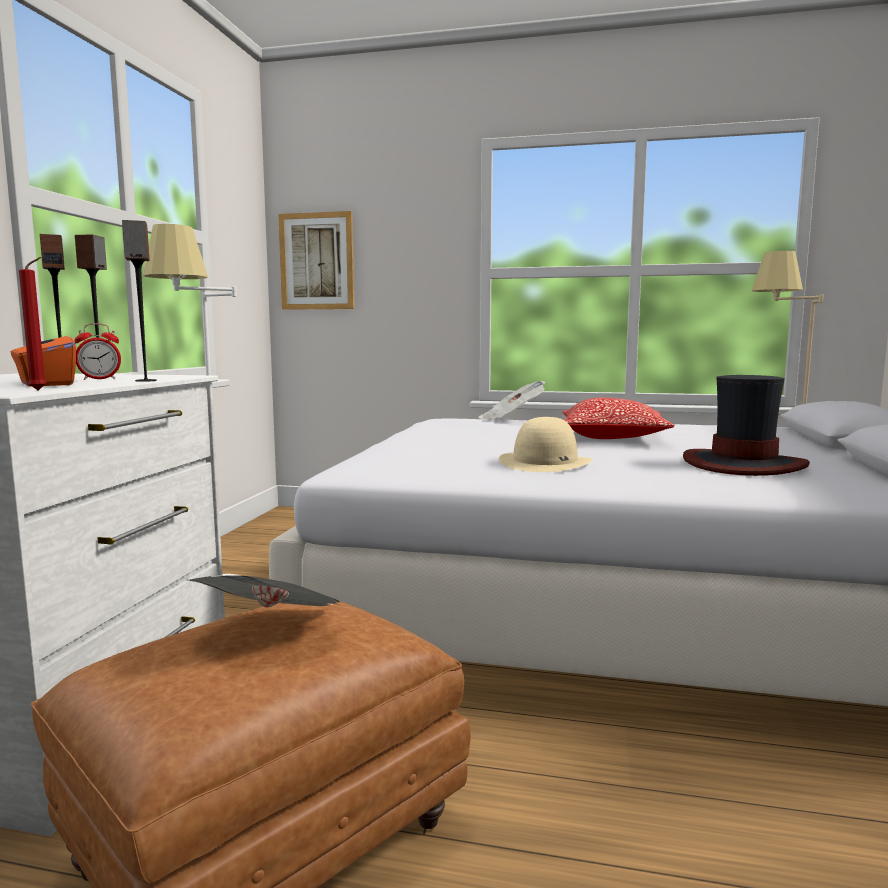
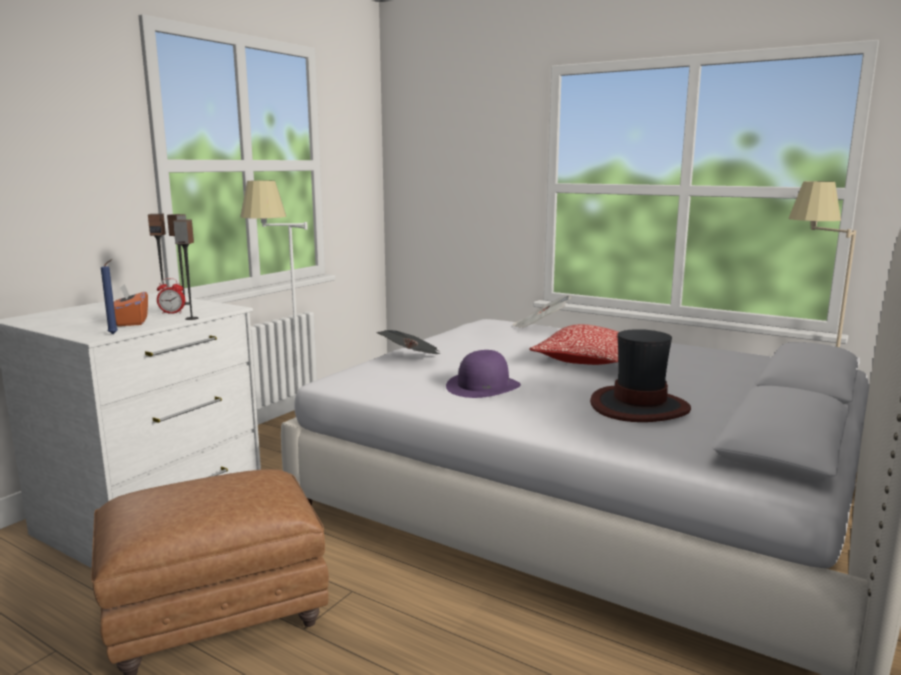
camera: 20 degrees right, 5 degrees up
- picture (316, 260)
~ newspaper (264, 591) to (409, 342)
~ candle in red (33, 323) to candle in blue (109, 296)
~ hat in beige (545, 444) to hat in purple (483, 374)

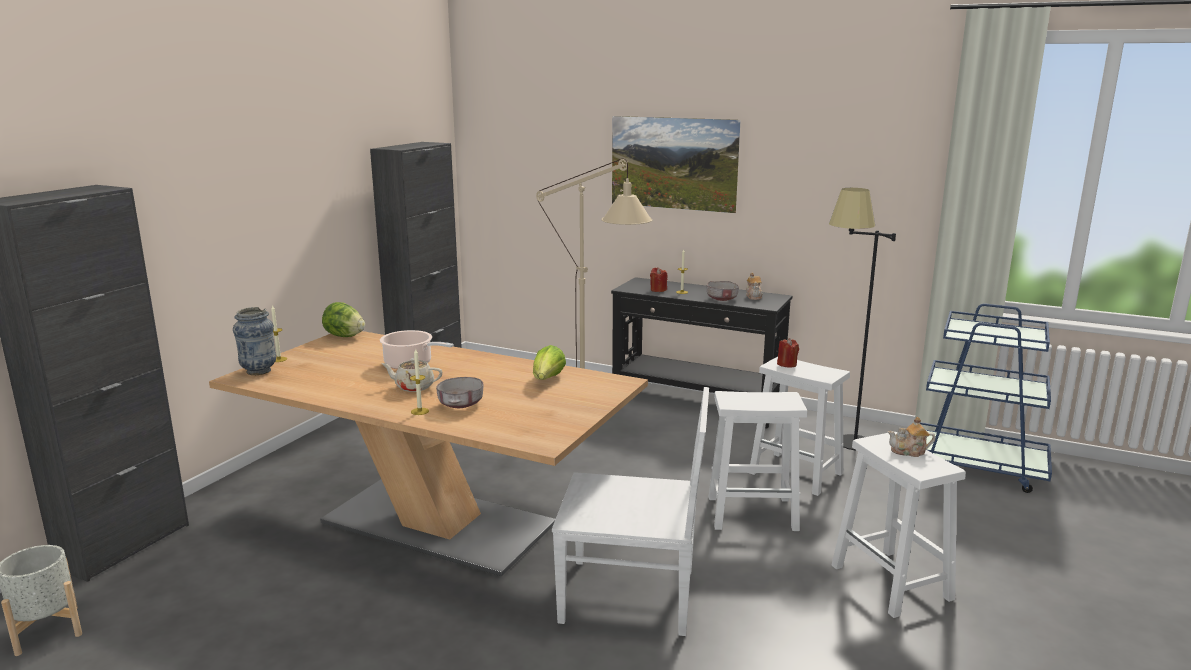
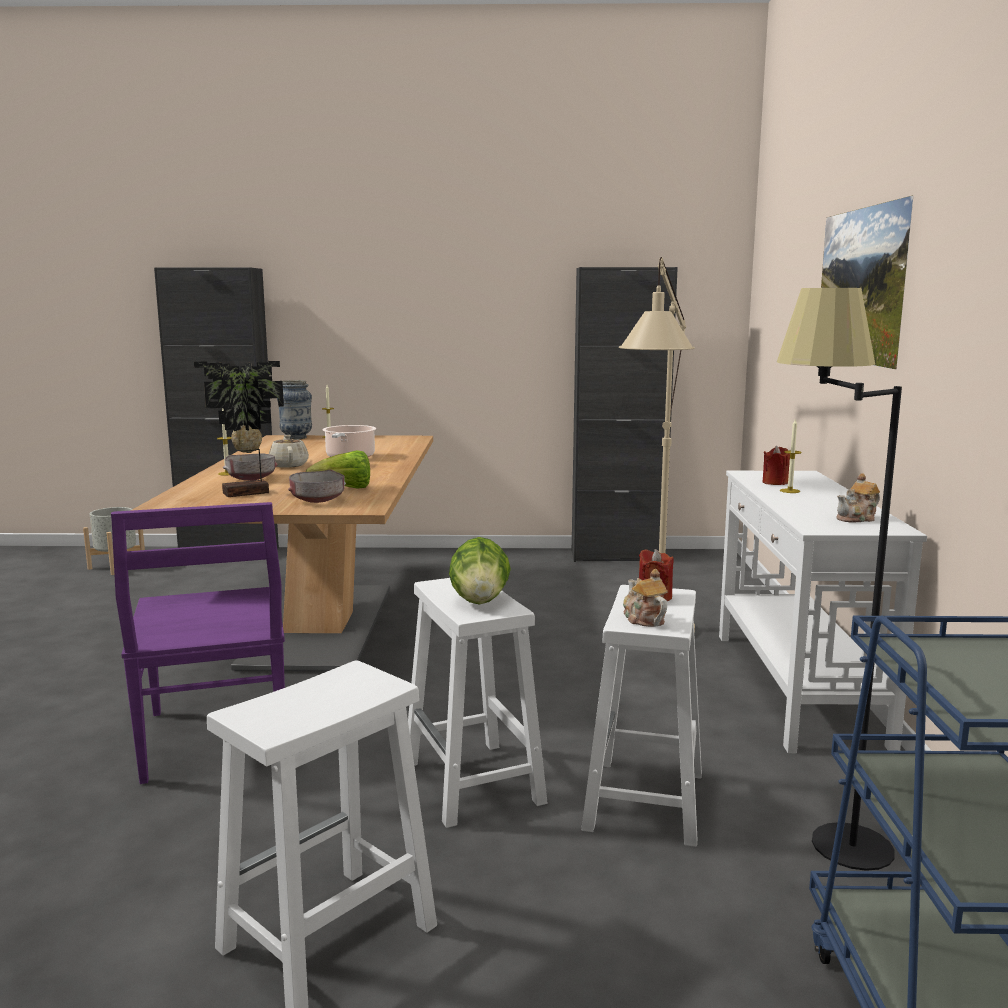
camera: 65 degrees right, 5 degrees down
+ potted plant (239, 429)
~ lettuce (343, 319) to (480, 571)
~ bowl in grey (723, 291) to (317, 486)
~ teapot (911, 437) to (645, 598)
~ chair in white (630, 511) to chair in purple (198, 643)
~ console table in black (701, 353) to console table in white (823, 612)

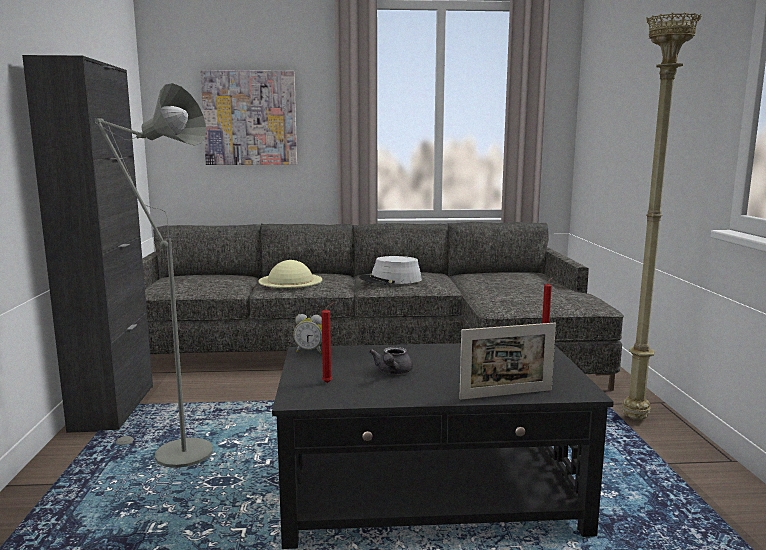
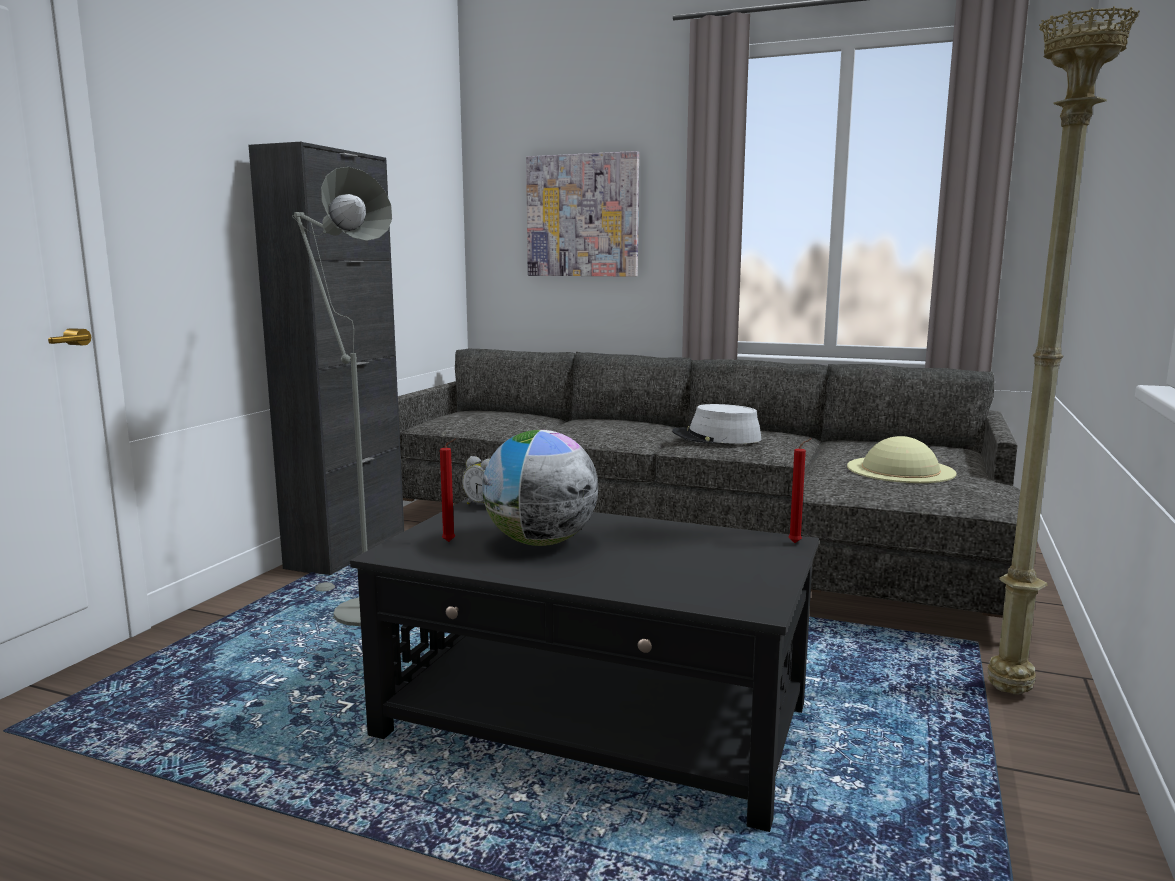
camera: 25 degrees right, 0 degrees up
- picture frame (507, 361)
~ hat in beige (290, 274) to (902, 459)
~ teapot in grey (391, 360) to globe (540, 488)

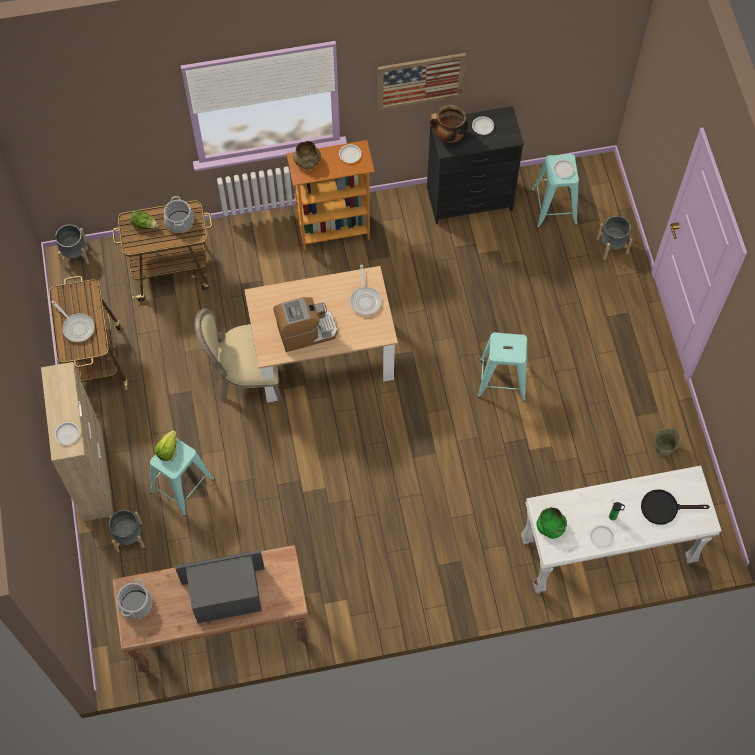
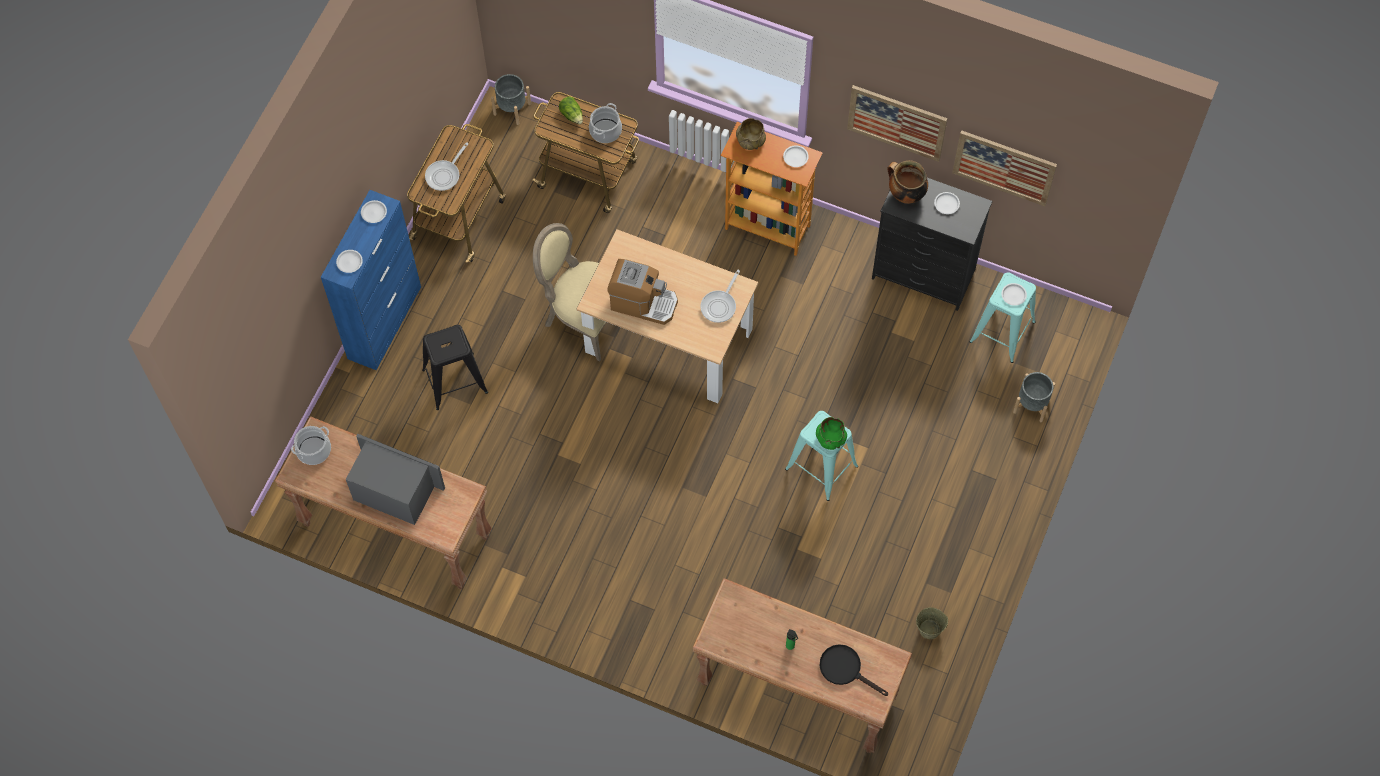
camera: 35 degrees right, 0 degrees up
- planter in grey (127, 531)
- lettuce (165, 445)
+ picture (1004, 168)
~ bowl in green (551, 523) to (831, 433)
~ plate in white (602, 536) to (374, 211)
~ cabinet in beige (77, 441) to cabinet in blue (371, 280)
~ stool in turquoise (182, 476) to stool in black (455, 367)
~ console table in white (621, 530) to console table in brown (802, 665)
~ frying pan (73, 321) = (446, 166) 45 degrees clockwise

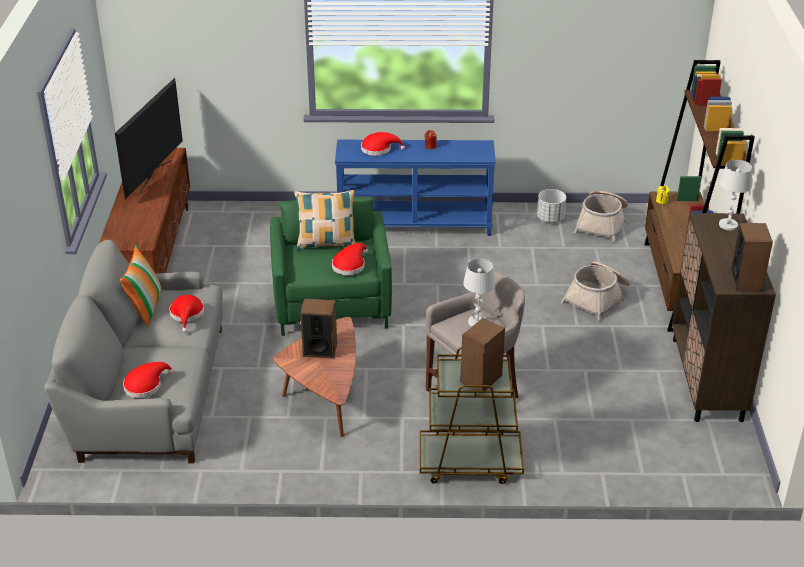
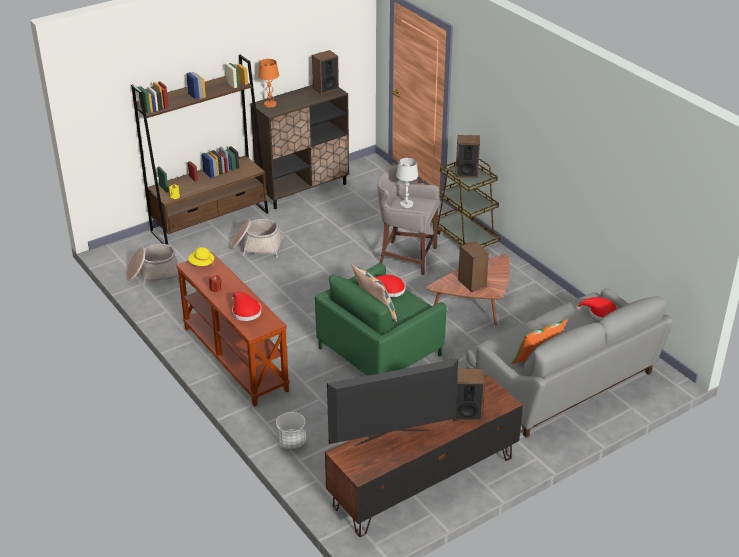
camera: 125 degrees left, 0 degrees up
- hat in red (186, 314)
+ hat in yellow (201, 256)
+ speaker (469, 394)
~ planter in white (551, 205) to (291, 430)
~ console table in blue (415, 188) to console table in brown (233, 329)
~ table lamp in white (735, 195) to table lamp in orange (268, 83)

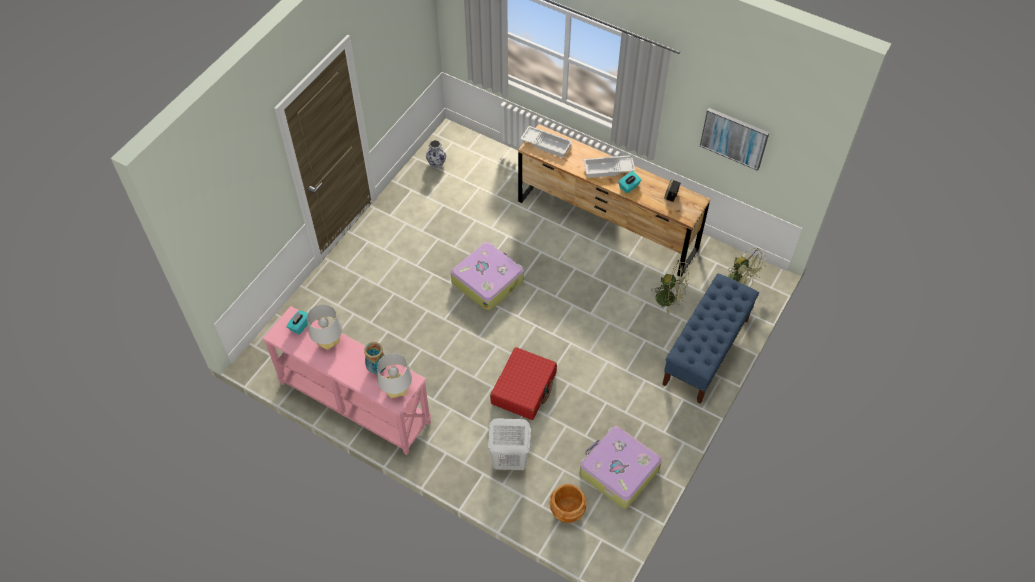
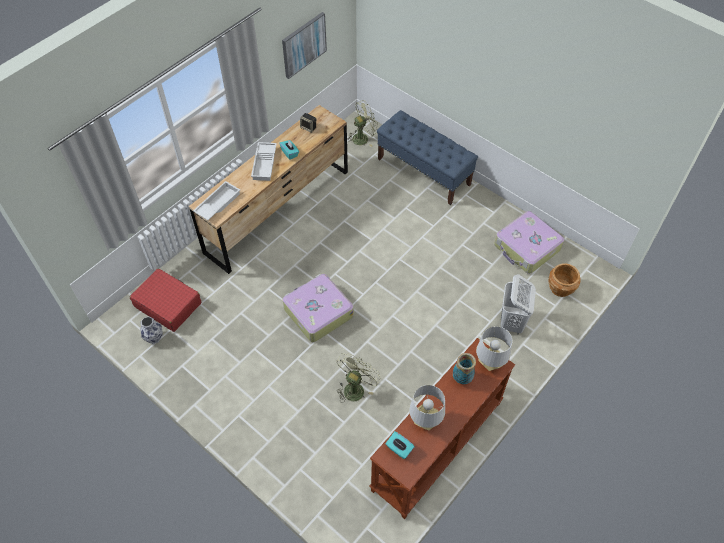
camera: 80 degrees left, 0 degrees up
~ suitcase in red (523, 383) to (165, 300)
~ fan in green (670, 287) to (359, 378)
~ console table in pink (346, 380) to console table in brown (442, 428)

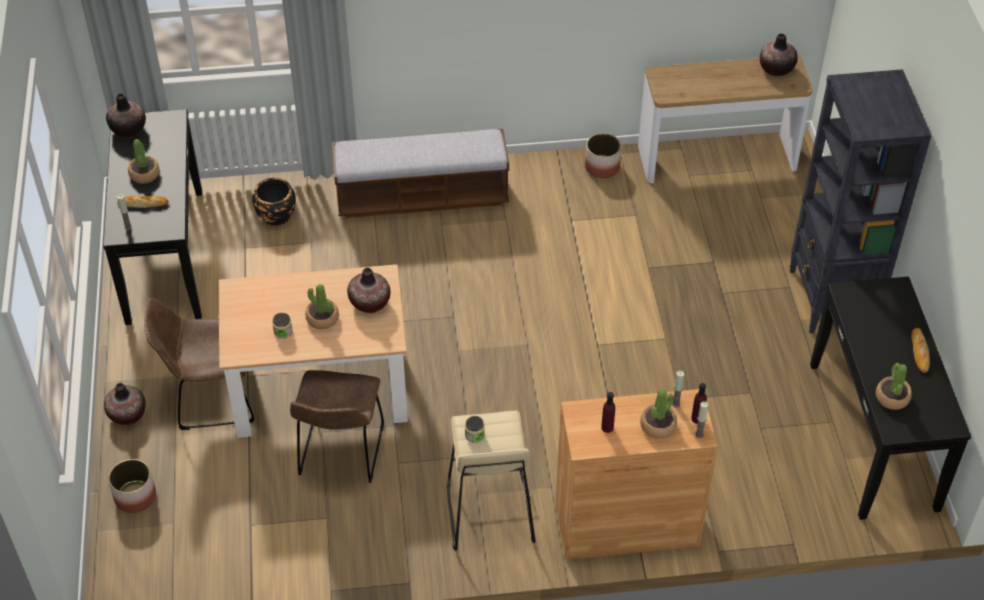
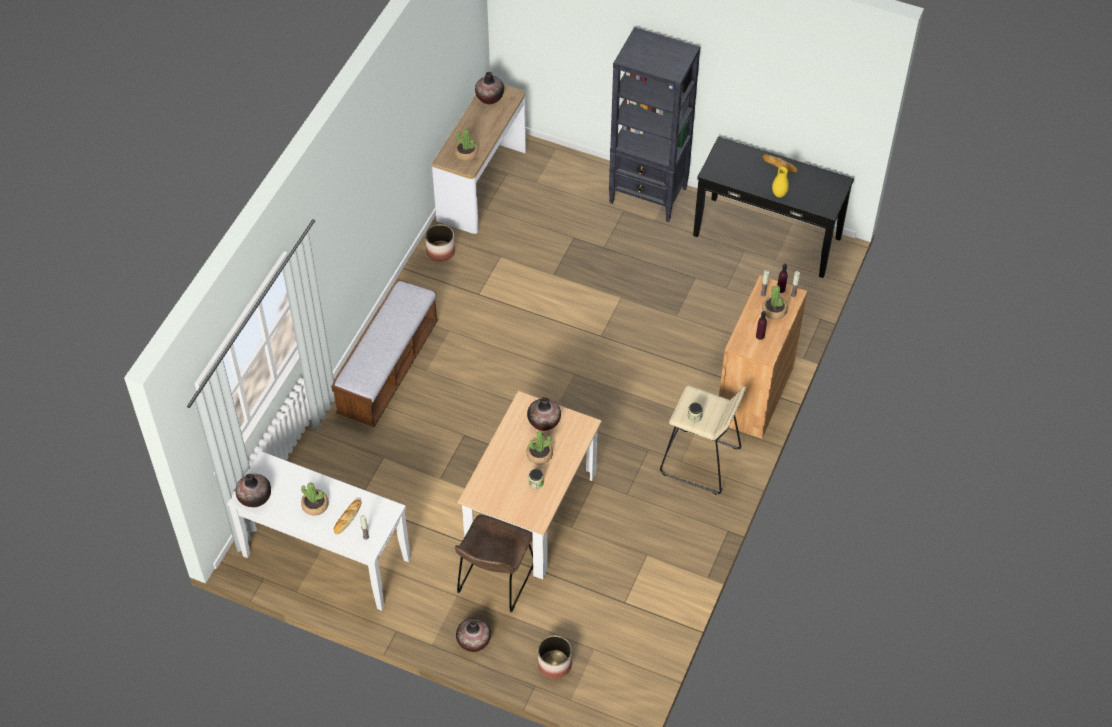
camera: 60 degrees left, 5 degrees up
- planter in black (274, 202)
- chair in brown (337, 426)
+ vase in yellow (780, 182)
~ potted plant (894, 386) to (466, 144)
~ console table in black (152, 217) to console table in white (319, 531)

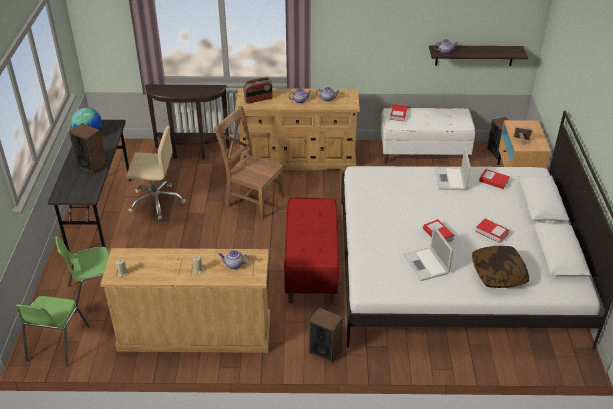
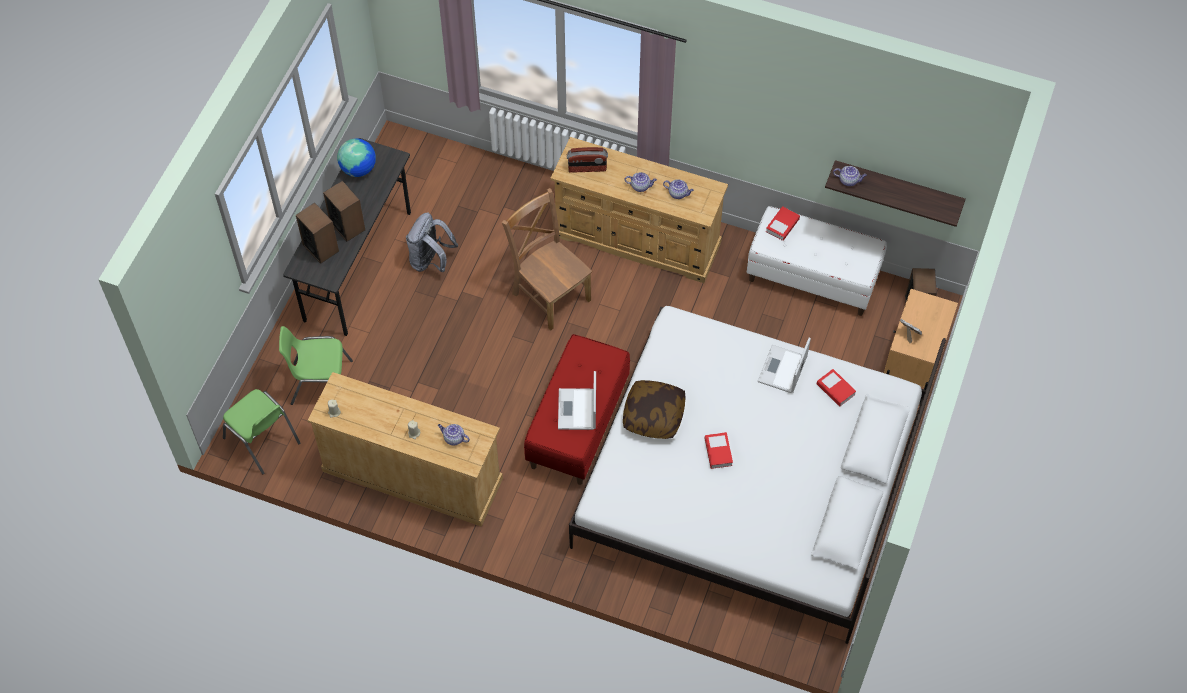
camera: 20 degrees right, 20 degrees up
- console table in brown (187, 122)
- book (492, 231)
~ speaker (326, 334) to (317, 233)
~ laptop (428, 253) to (577, 400)
~ pillow (500, 267) to (654, 409)
~ office chair in beige (156, 173) to backpack in grey (432, 242)
~ chair in green (53, 331) = (262, 431) 75 degrees counterclockwise

